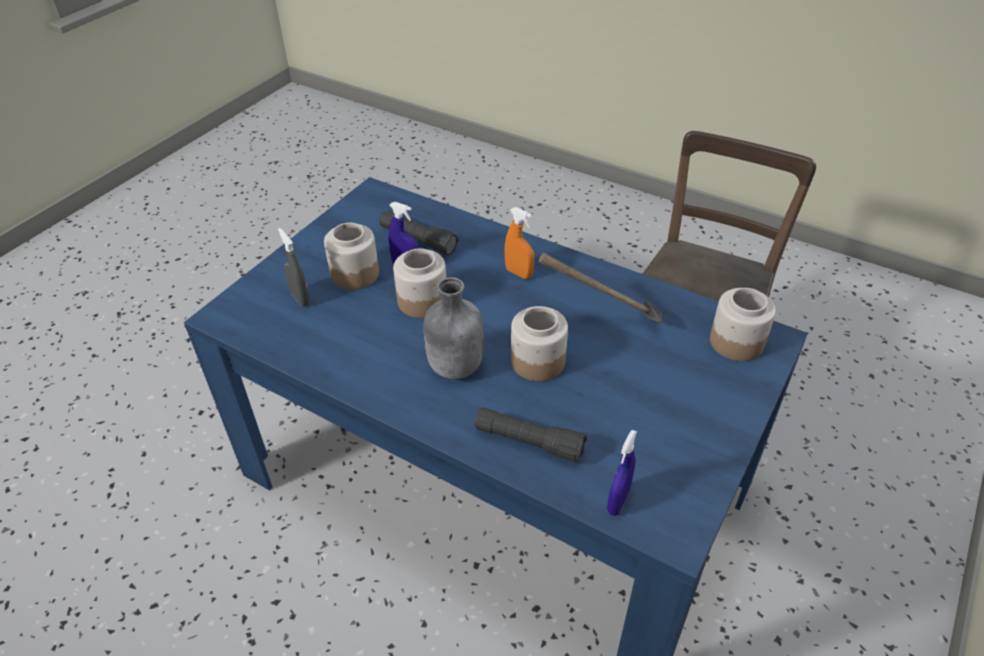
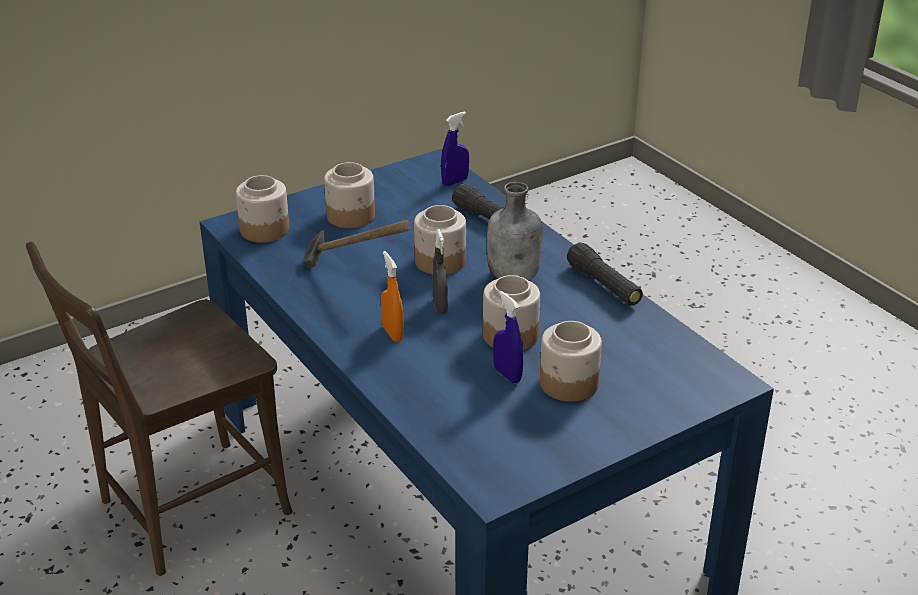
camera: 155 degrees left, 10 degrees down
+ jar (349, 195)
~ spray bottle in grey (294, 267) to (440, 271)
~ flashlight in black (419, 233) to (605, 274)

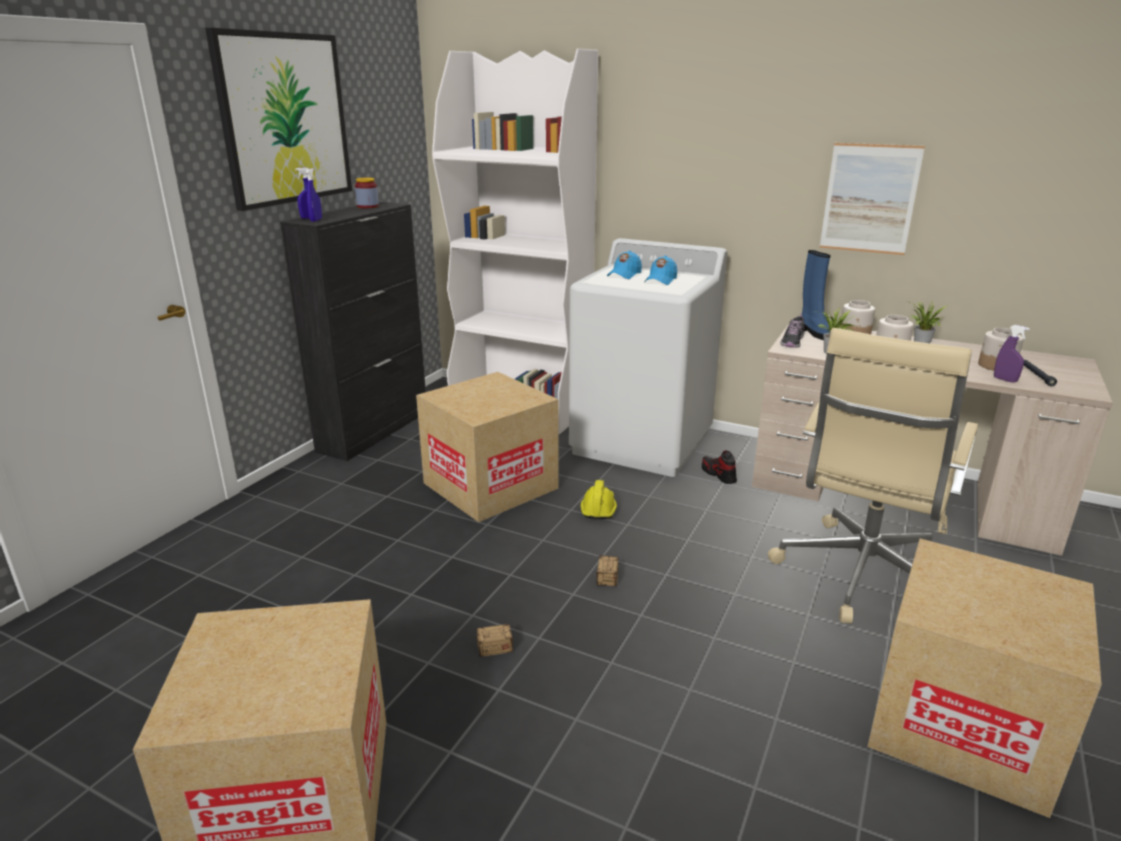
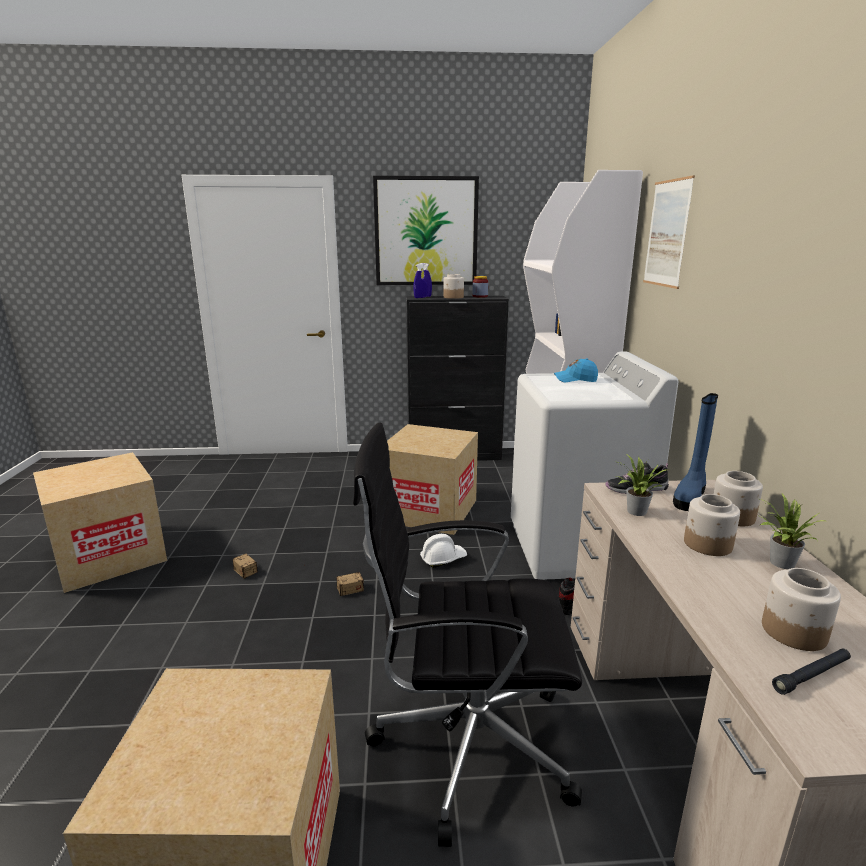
camera: 60 degrees right, 5 degrees down
- cap in blue (660, 270)
- spray bottle in purple (1012, 353)
+ jar (453, 286)
~ picture (872, 199) to (669, 232)
~ hard hat in yellow (599, 499) to hard hat in white (443, 551)
~ office chair in beige (873, 476) to office chair in black (467, 635)

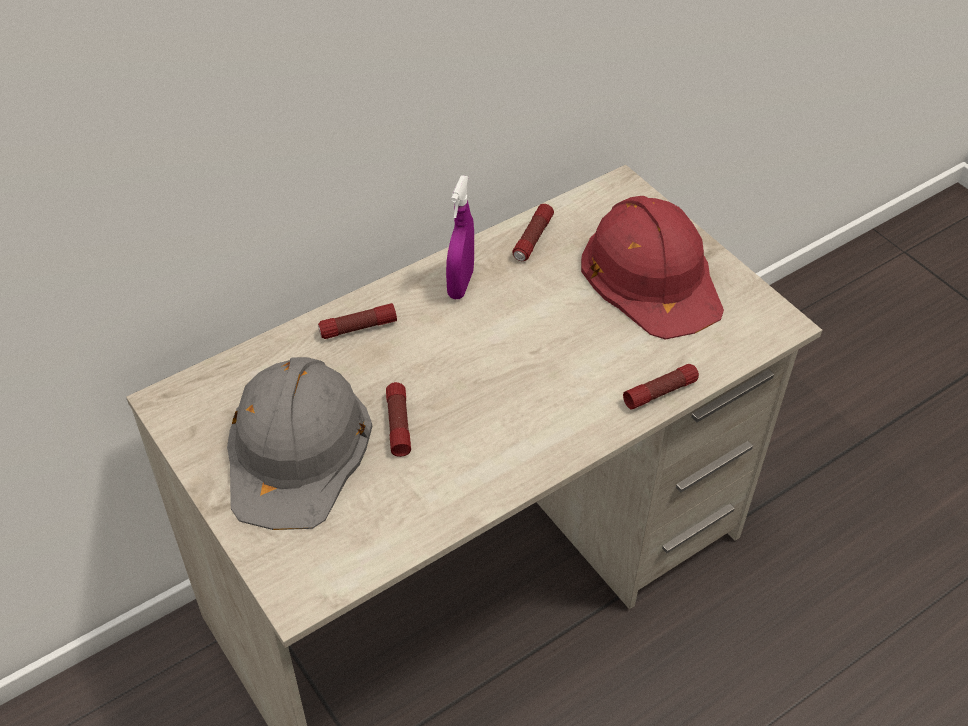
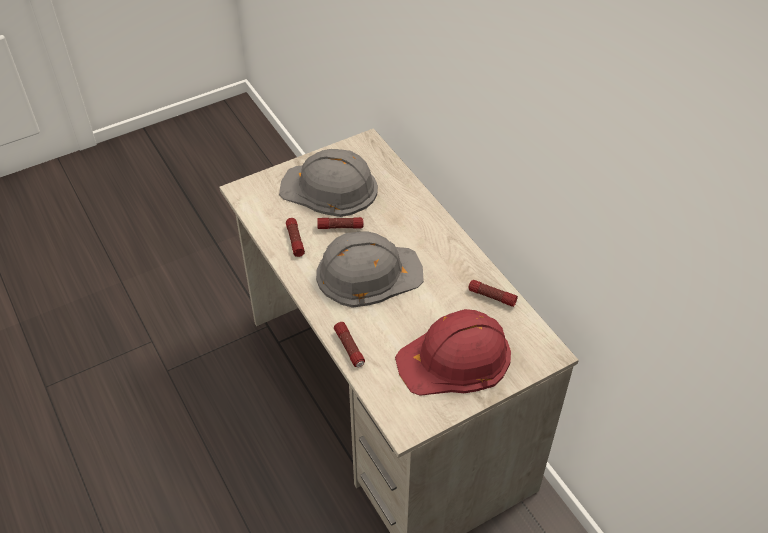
camera: 95 degrees right, 0 degrees up
- spray bottle in purple (460, 237)
+ hard hat in grey (370, 270)
~ flashlight (357, 321) to (295, 237)

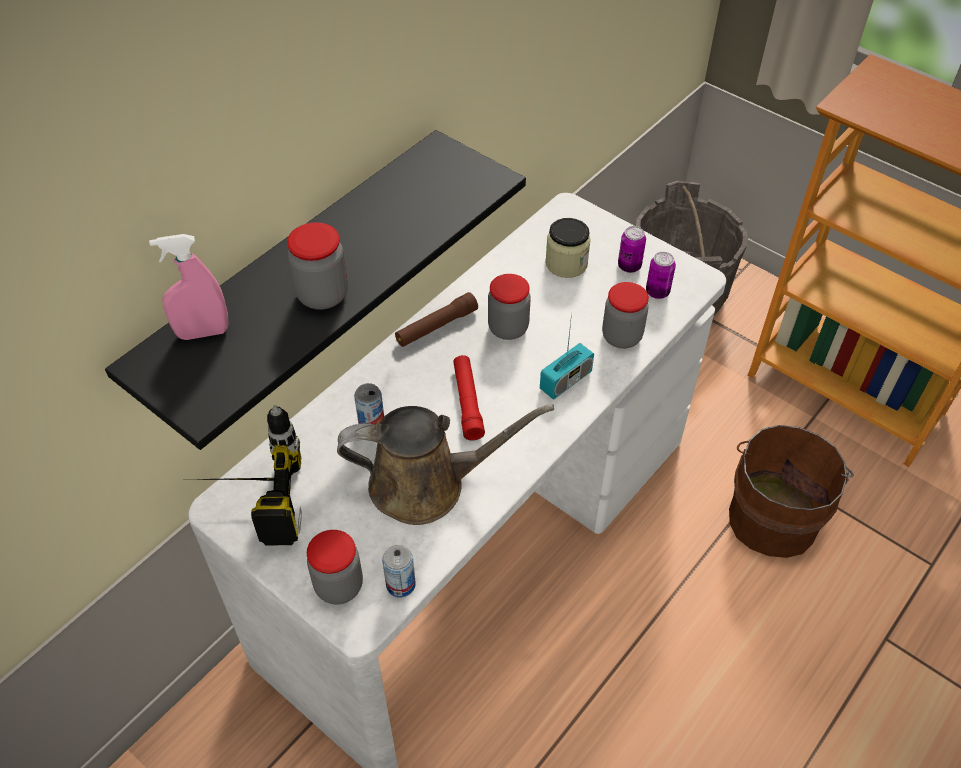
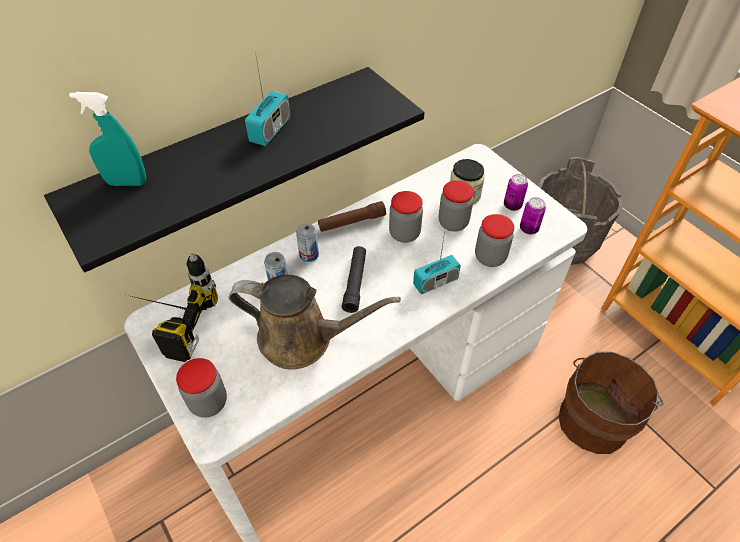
camera: 15 degrees right, 0 degrees up
+ radio (267, 98)
~ jar (317, 266) to (456, 206)
~ can (399, 571) to (307, 242)
~ spray bottle in pink (189, 287) to spray bottle in turquoise (108, 139)
~ flashlight in red (469, 398) to flashlight in black (354, 279)

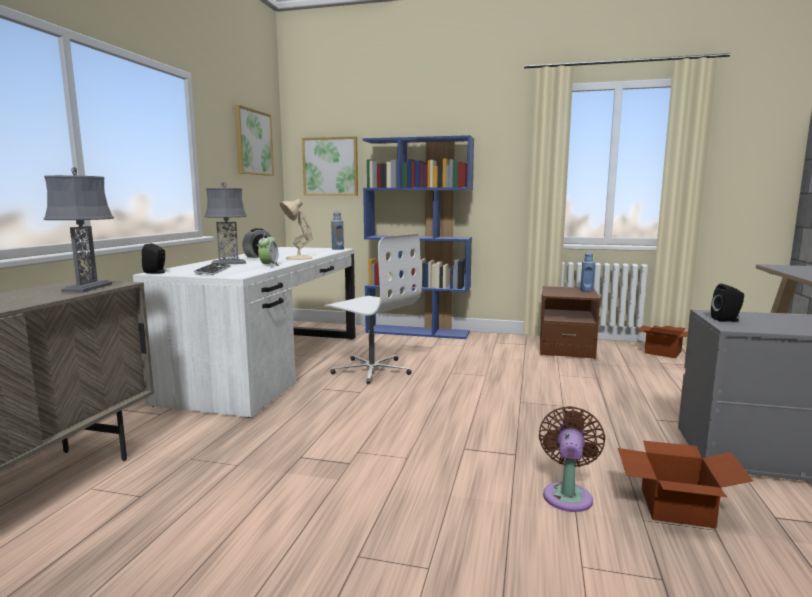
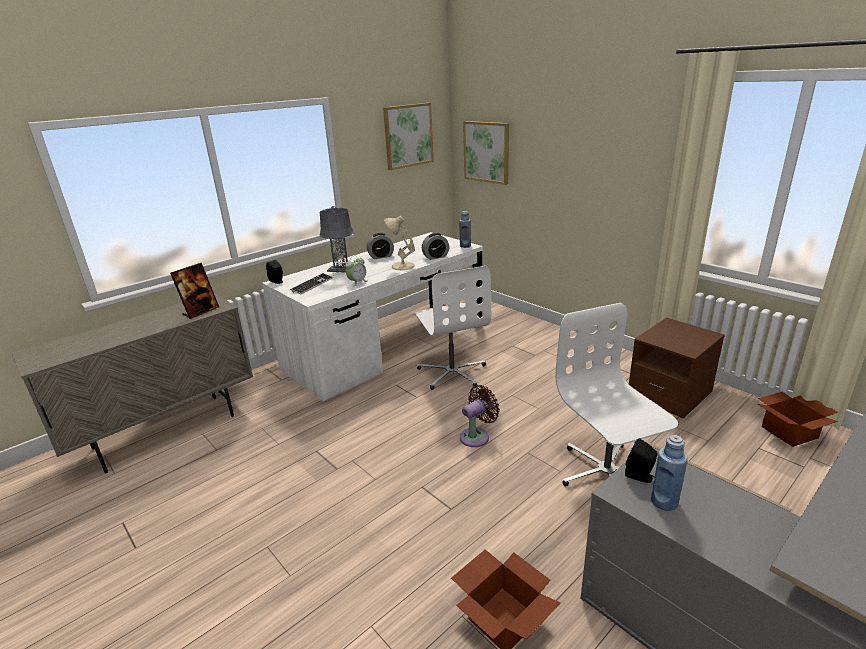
camera: 35 degrees right, 15 degrees up
- bookcase in blue (418, 237)
+ alarm clock (435, 246)
+ office chair in white (616, 395)
~ fan in brown (572, 459) to (480, 416)
~ bottle in blue (587, 272) to (669, 473)
~ table lamp in grey (79, 229) to picture frame (194, 291)

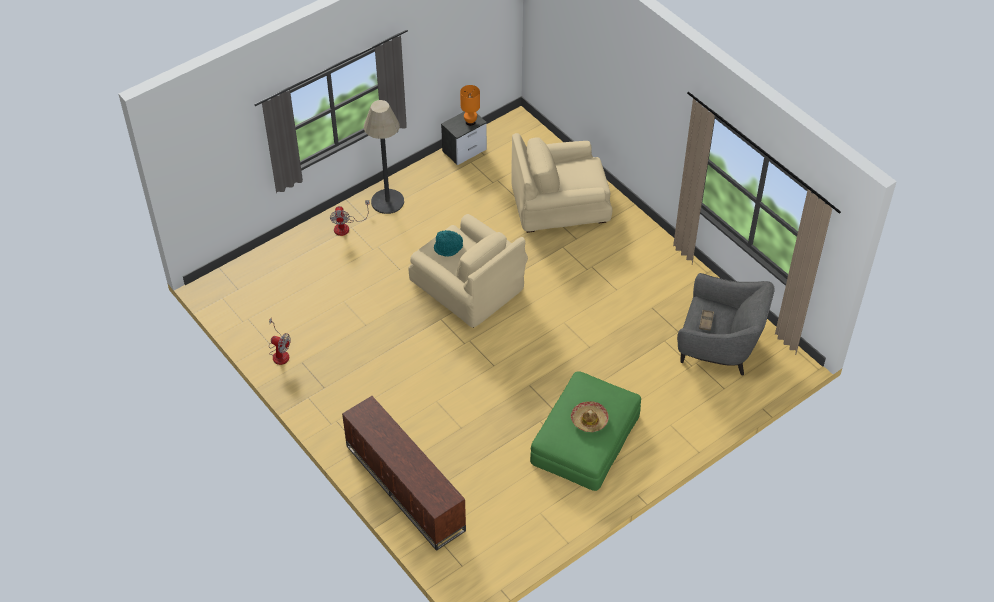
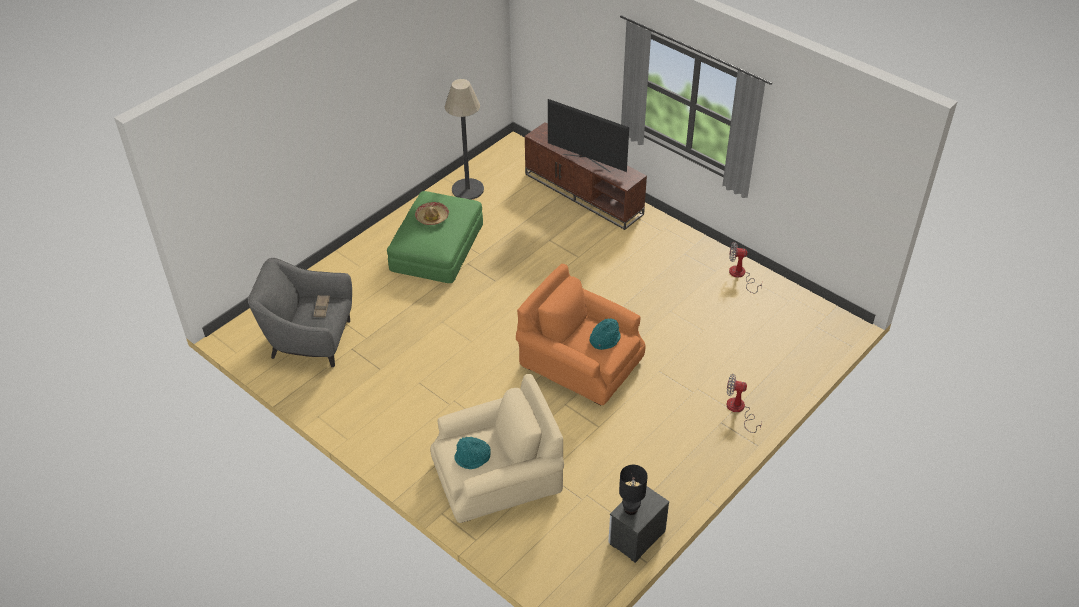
camera: 170 degrees right, 5 degrees down
+ hat in turquoise (472, 453)
+ television (588, 135)
~ floor lamp (384, 157) to (464, 139)
~ armchair in beige (468, 271) to armchair in orange (580, 334)
~ table lamp in orange (470, 105) to table lamp in black (633, 490)
~ fan (350, 218) = (744, 403) 60 degrees counterclockwise

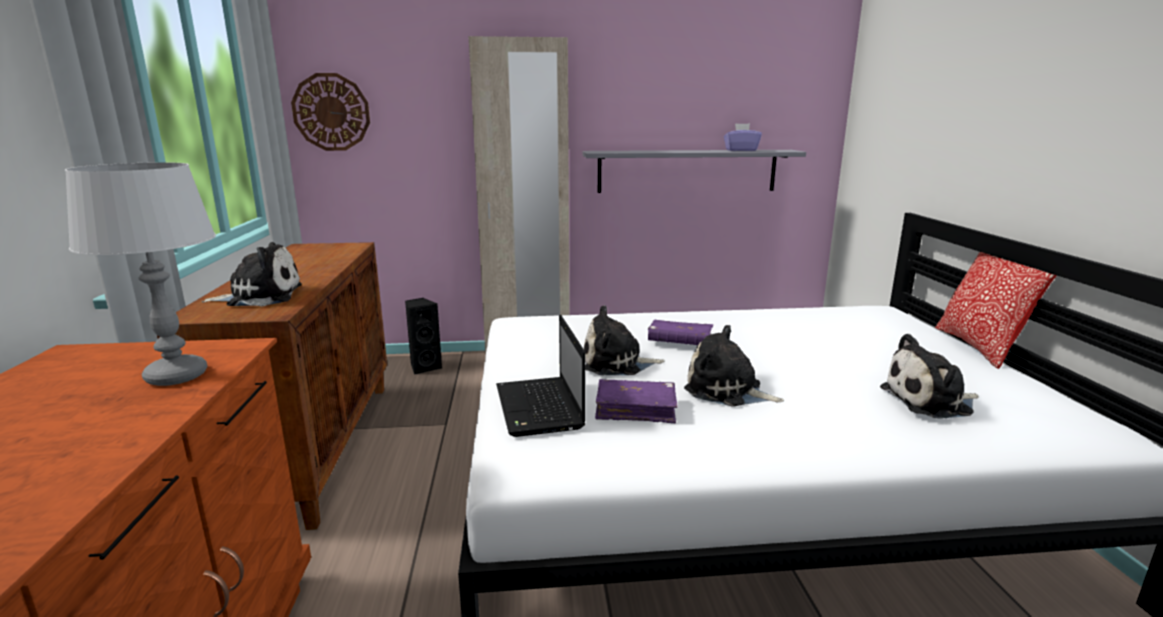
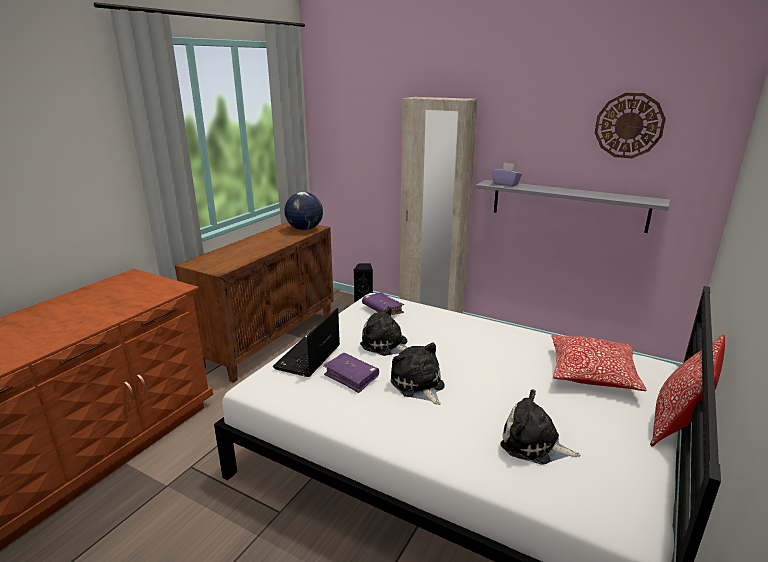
camera: 35 degrees right, 5 degrees up
- table lamp in grey (140, 274)
- plush toy (251, 274)
+ globe (304, 211)
+ pillow (598, 363)
~ wall clock (330, 112) to (630, 125)
~ book in purple (680, 332) to (383, 304)
~ tissue box in purple (743, 137) to (507, 174)

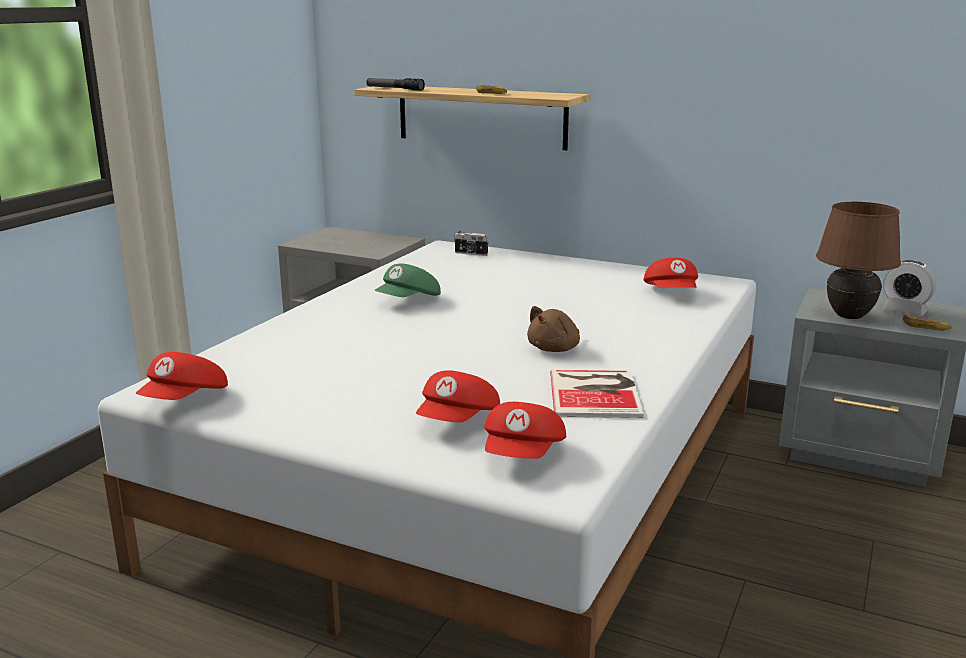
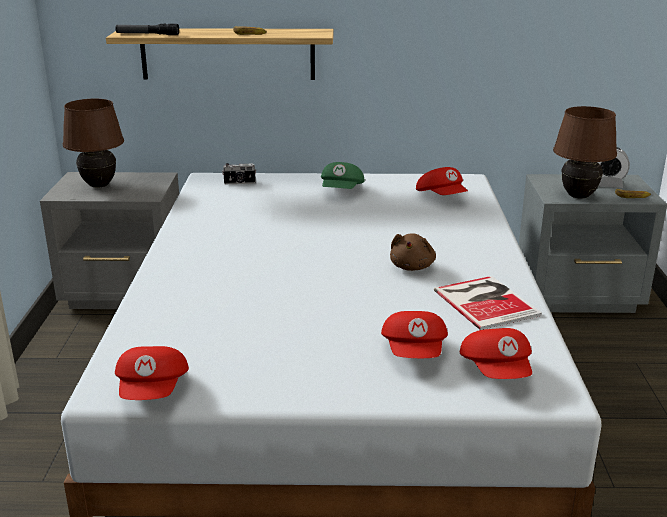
camera: 25 degrees left, 5 degrees up
+ table lamp in brown (93, 143)
~ cap in green (407, 280) to (343, 175)

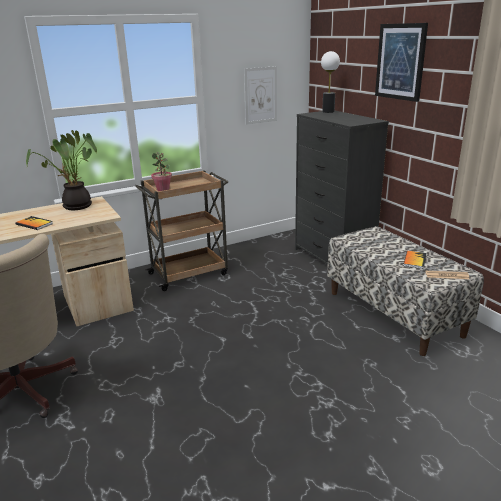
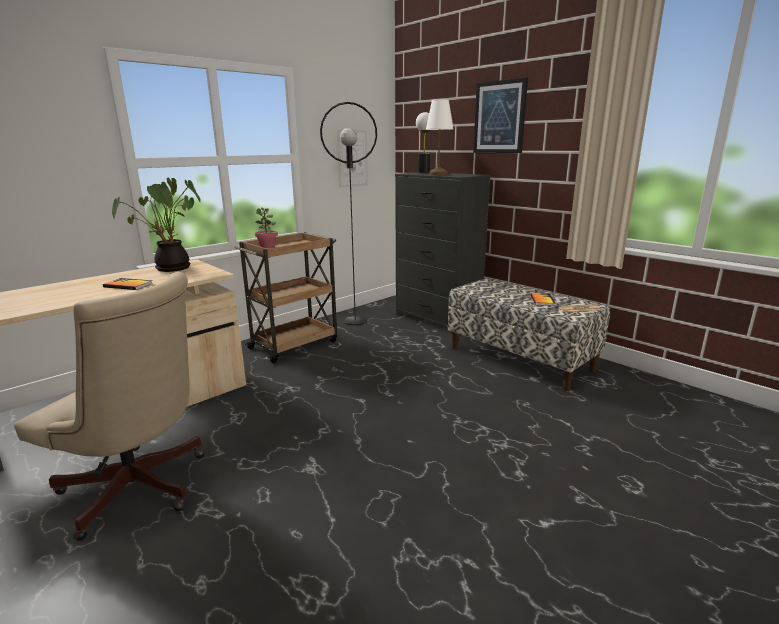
camera: 15 degrees left, 5 degrees down
+ floor lamp in black (348, 213)
+ table lamp in white (440, 137)

